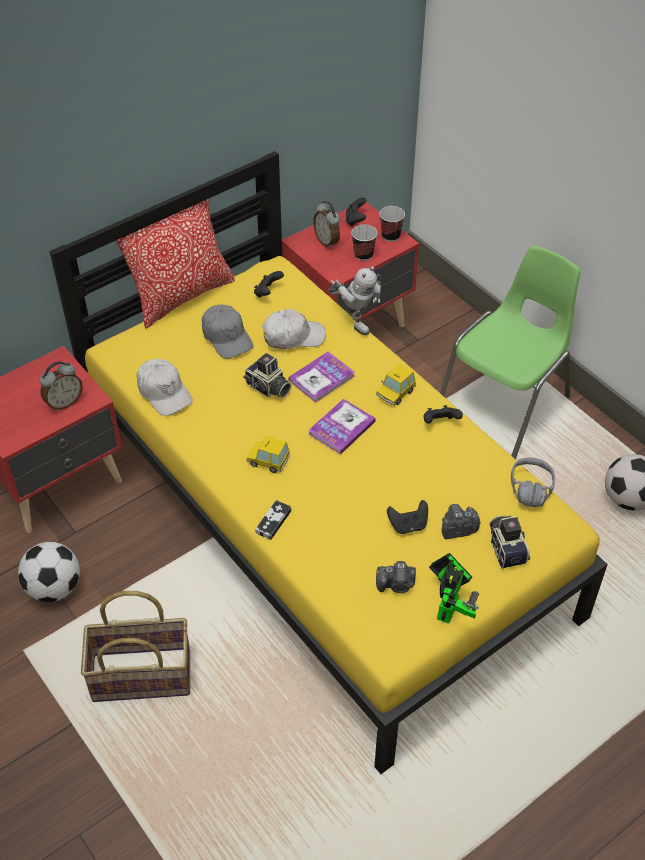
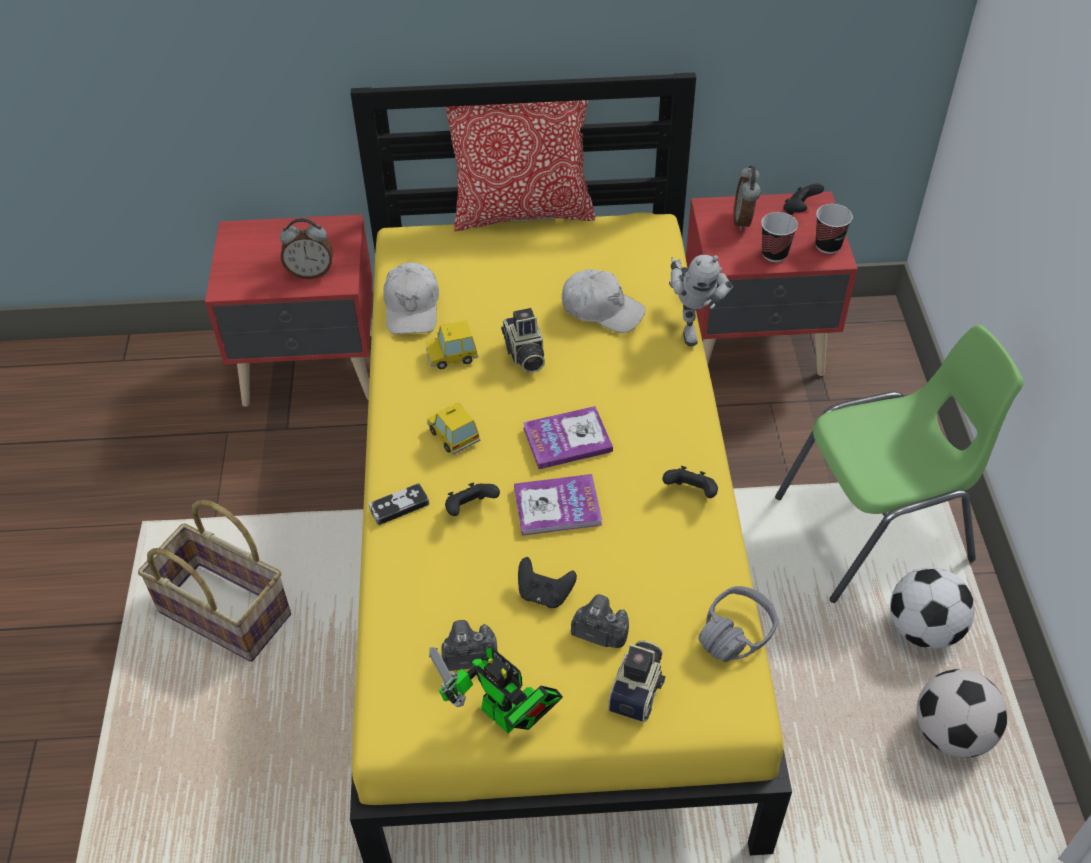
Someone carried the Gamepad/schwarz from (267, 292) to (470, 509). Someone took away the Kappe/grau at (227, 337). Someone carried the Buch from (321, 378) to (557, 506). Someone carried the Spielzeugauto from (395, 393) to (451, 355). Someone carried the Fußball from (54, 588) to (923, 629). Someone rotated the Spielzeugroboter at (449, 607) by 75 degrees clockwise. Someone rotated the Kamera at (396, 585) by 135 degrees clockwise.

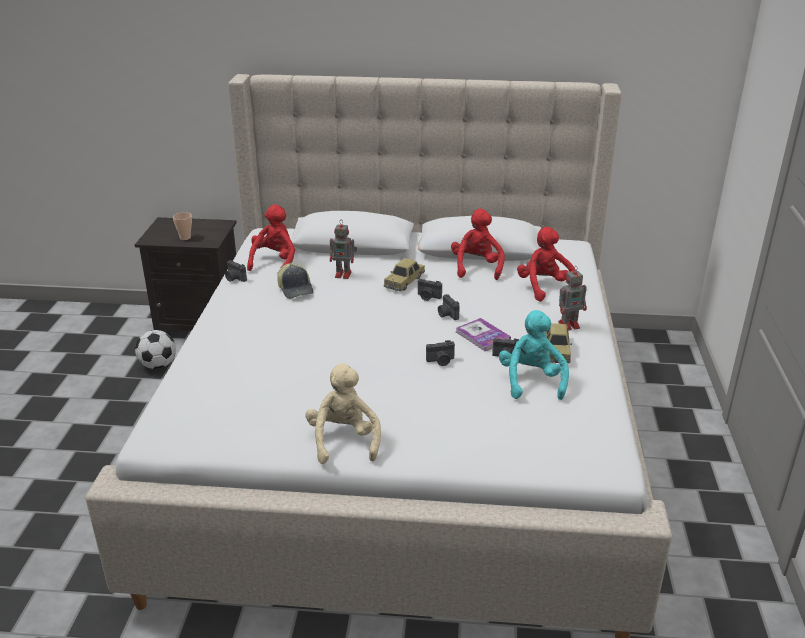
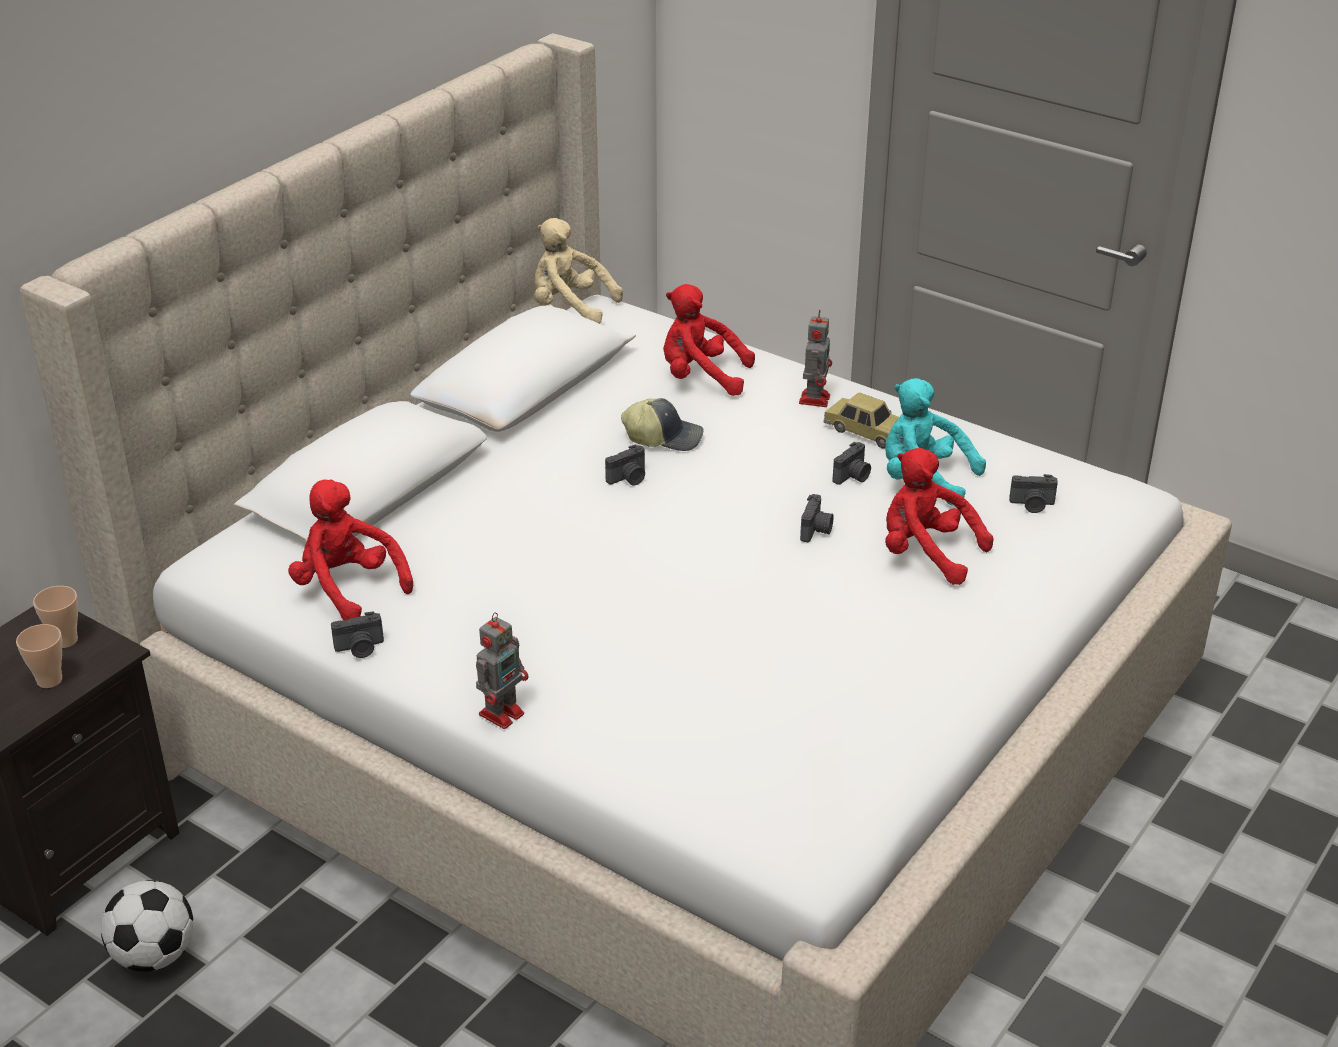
Someone carried the Plüschtier/rot from (476, 267) to (926, 553). Someone carried the Spielzeugroboter from (344, 274) to (503, 712). Someone took away the Spielzeugauto at (404, 281). Someone carried the Kappe from (296, 289) to (664, 437). Someone carried the Kamera from (447, 315) to (1032, 505). Someone took away the Buch at (482, 336). Someone carried the Plüschtier/beige from (344, 440) to (570, 308). Someone put down the Tasse at (65, 640).

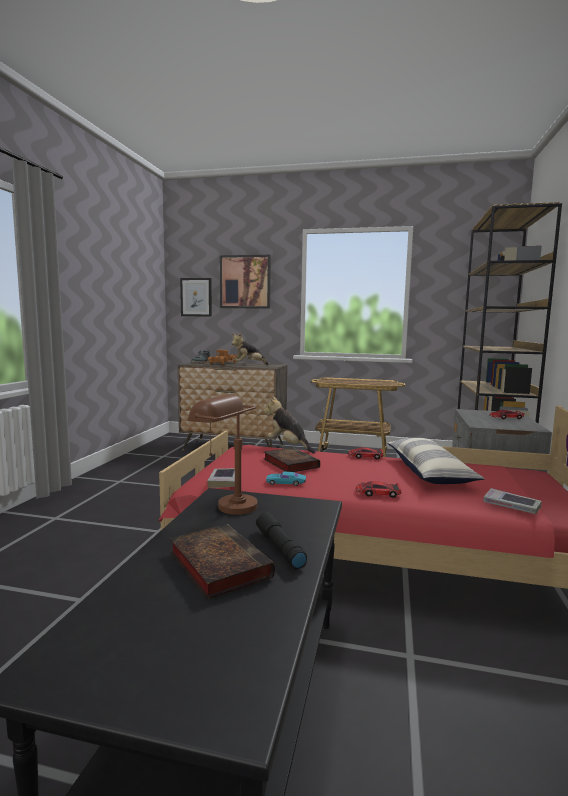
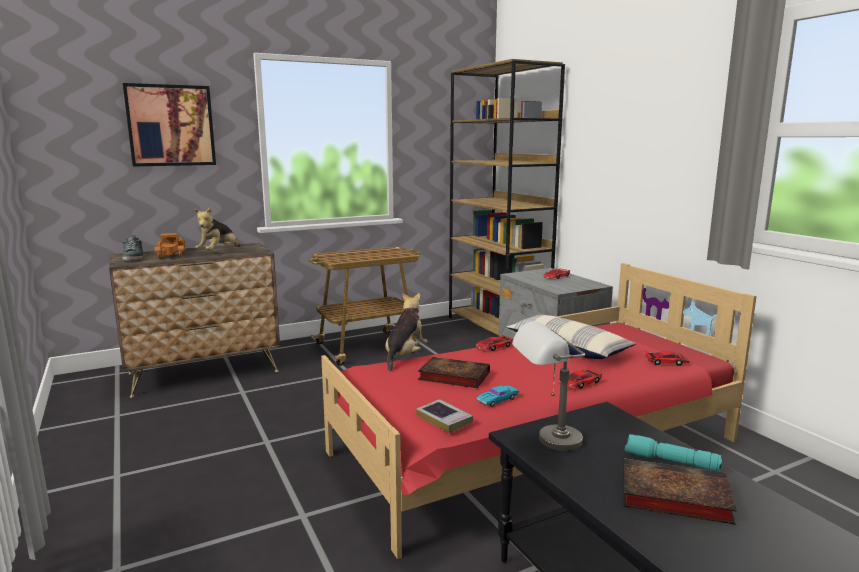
Someone took away the Bild at (196, 297). Someone repainted the Tischlampe/braun at (225, 504), which became the Tischlampe/grau at (547, 442). Someone rotated the Plüschtier at (288, 446) by 105 degrees clockwise. Someone swapped the Buch at (511, 506) for the Spielzeugauto at (666, 362). Someone repainted the Taschenlampe/schwarz at (279, 548), which became the Taschenlampe/türkis at (670, 462).

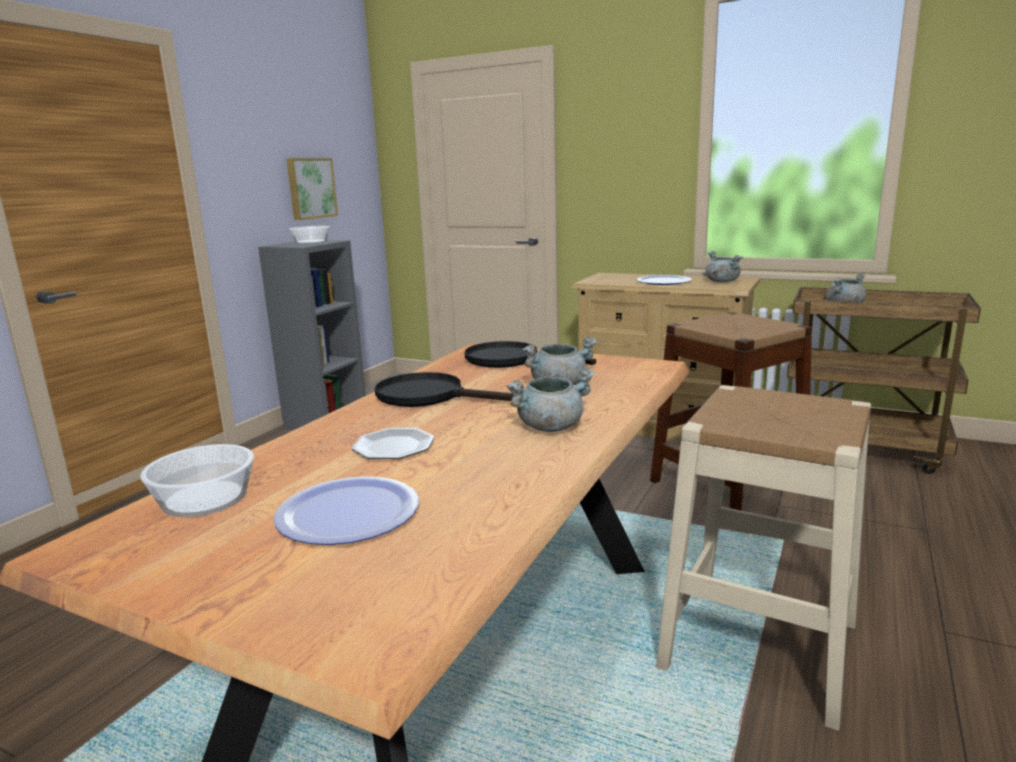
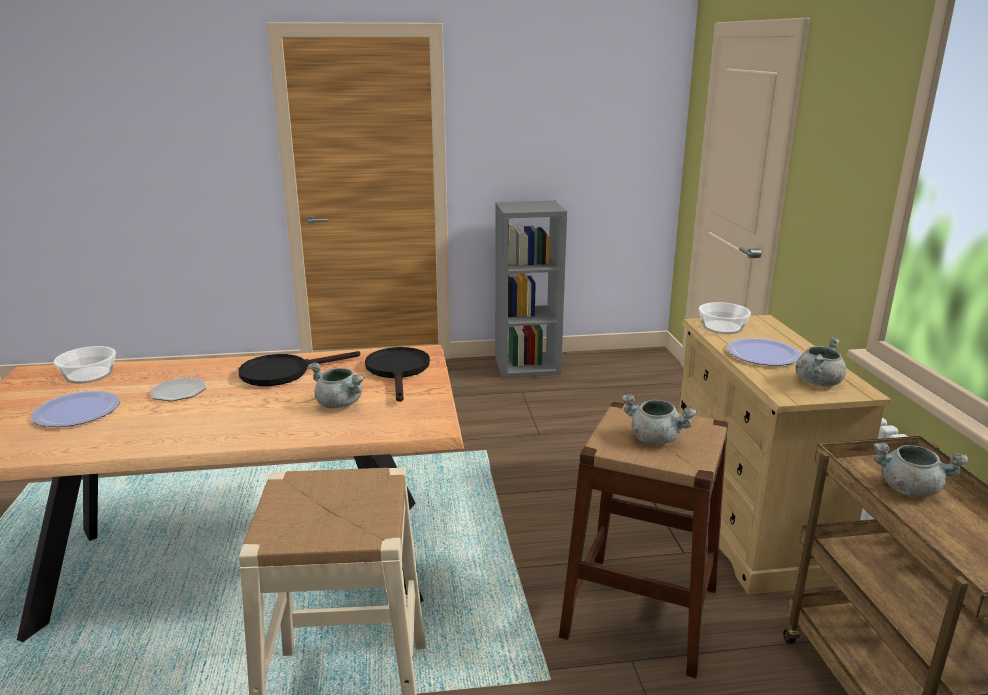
Someone took away the Bild at (310, 188). Someone carried the Schüssel from (311, 242) to (722, 327). Someone carried the Kochtopf/grau from (550, 426) to (655, 439). Someone rotated the Pfanne/schwarz at (431, 396) by 105 degrees counterclockwise.

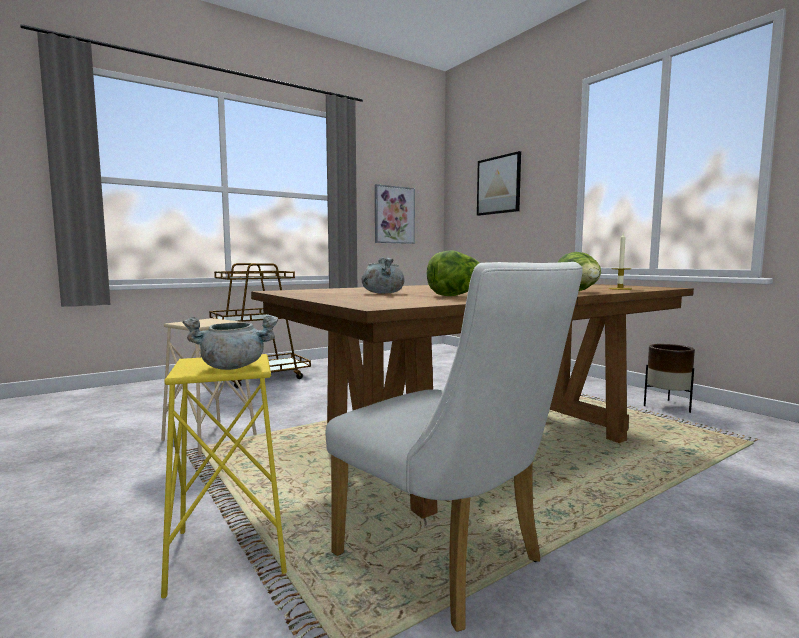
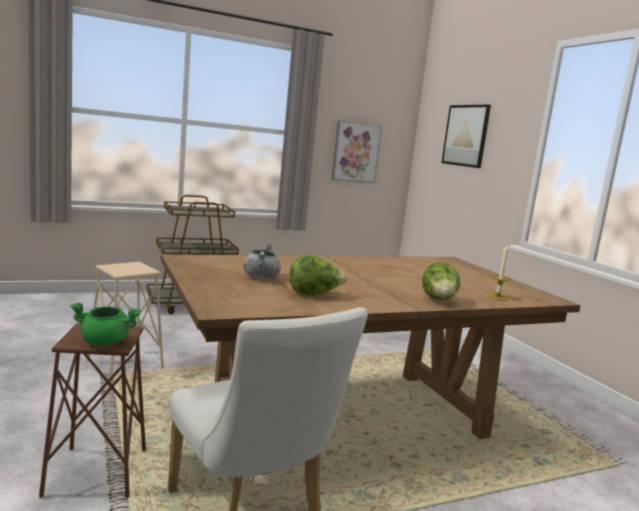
Someone repainted the Kochtopf/grau at (233, 367), which became the Kochtopf/grün at (105, 342). Someone took away the Pflanzkübel/braun at (666, 406). Someone repainted the Hocker/gelb at (228, 552), which became the Hocker/braun at (96, 472).

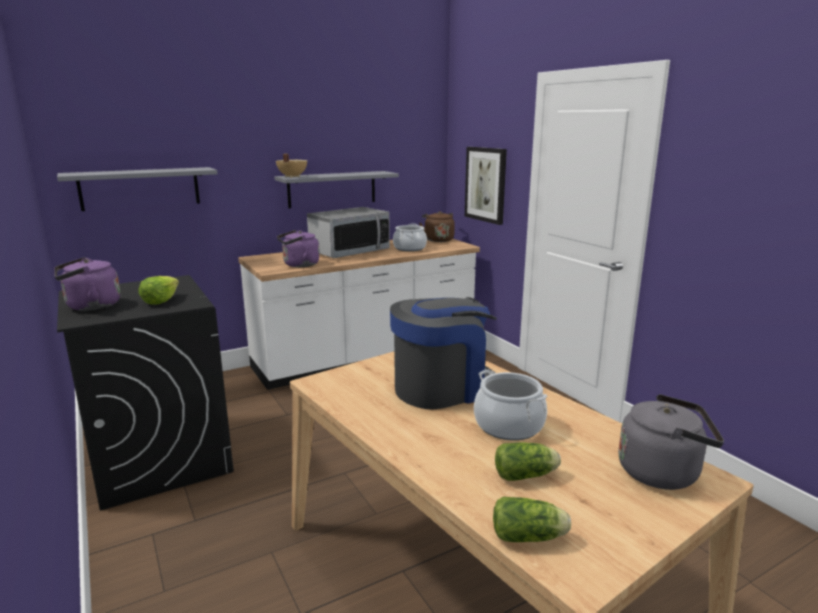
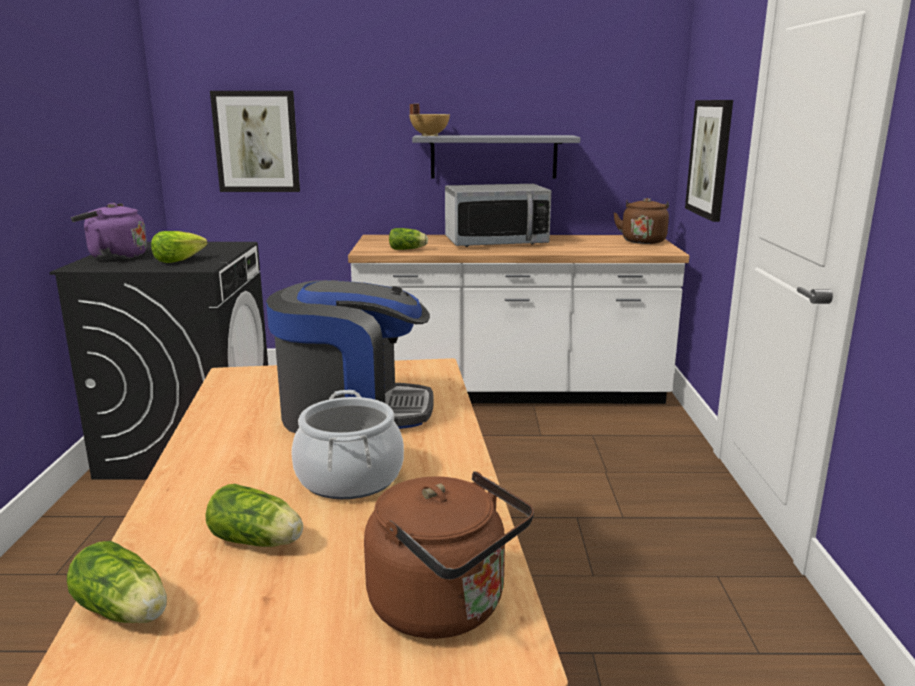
Someone swapped the Wandregal/grau at (140, 188) for the Bild at (256, 142). Someone took away the Kochtopf at (410, 248). Someone swapped the Wasserkessel/lila at (299, 265) for the Salatkopf at (408, 249). Someone repainted the Wasserkessel/grau at (663, 472), which became the Wasserkessel/braun at (445, 607).

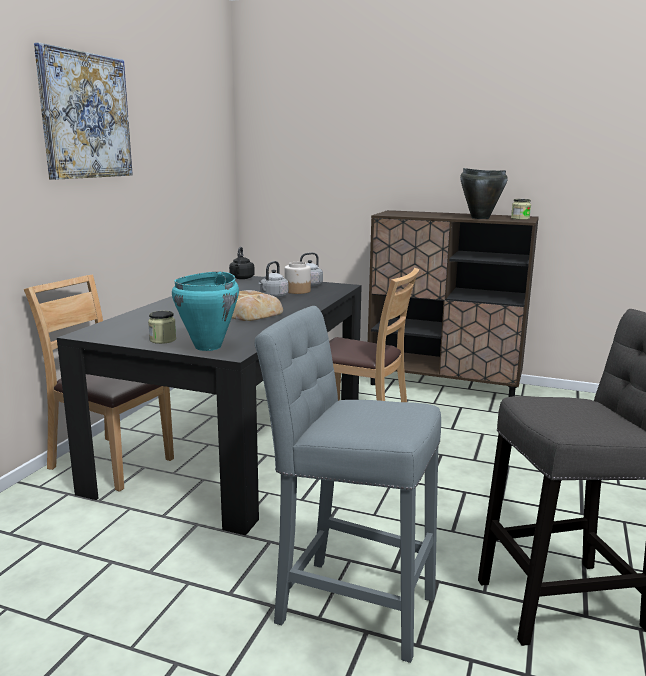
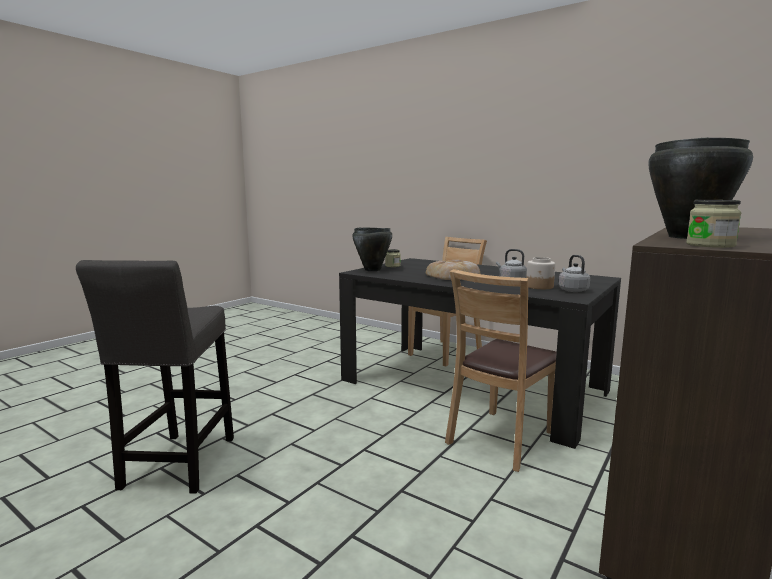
Someone took away the Bild at (85, 116). Someone took away the Wasserkessel/schwarz at (241, 278). Someone repainted the Kochtopf/türkis at (209, 347), which became the Kochtopf/schwarz at (372, 270). Someone took away the Hocker/grau at (348, 605).

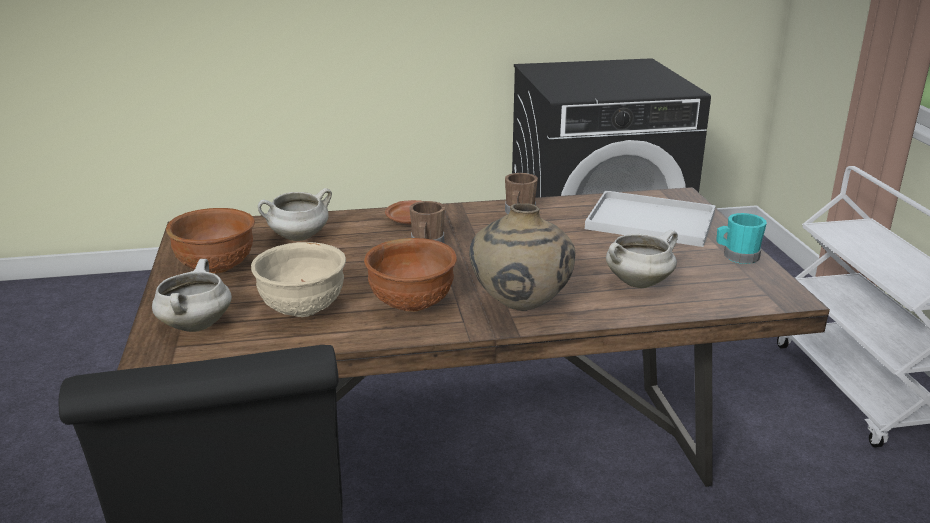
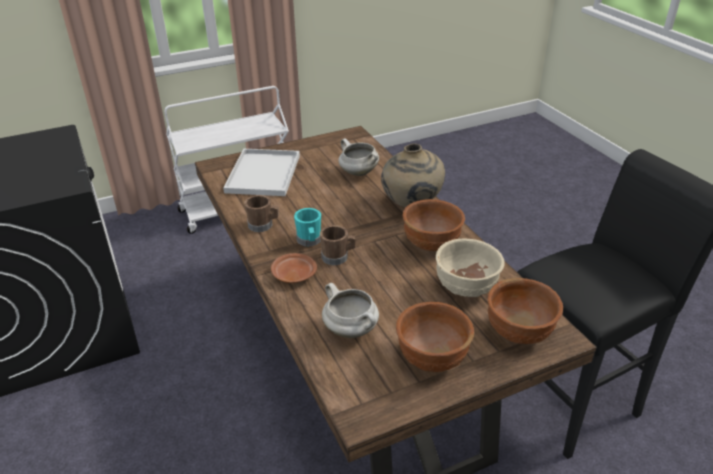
Someone carried the Henkelbecher/türkis from (737, 256) to (309, 241). Someone swapped the Kochtopf/weiß at (195, 325) for the Schüssel/braun at (518, 333).

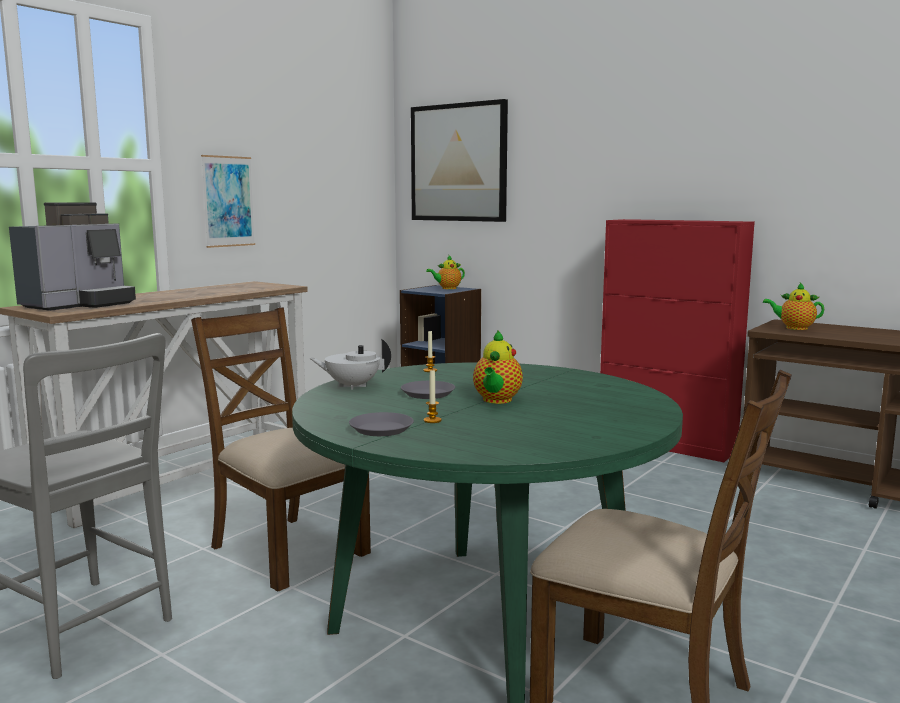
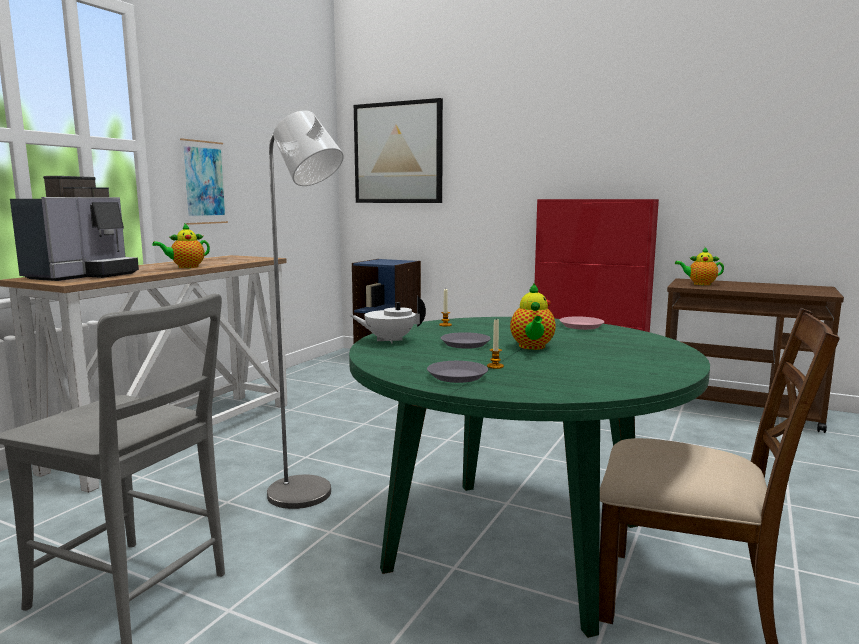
Someone carried the Teekanne from (447, 288) to (186, 267). Someone swapped the Stuhl/braun at (287, 550) for the Stehlampe/grau at (308, 497). Someone put down the Teller/rosa at (581, 326).

